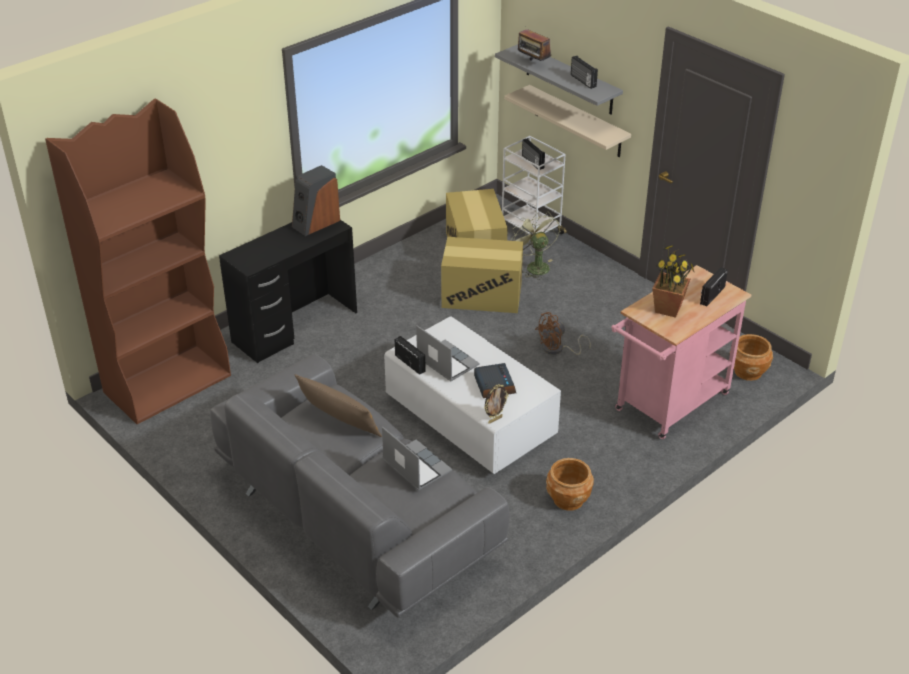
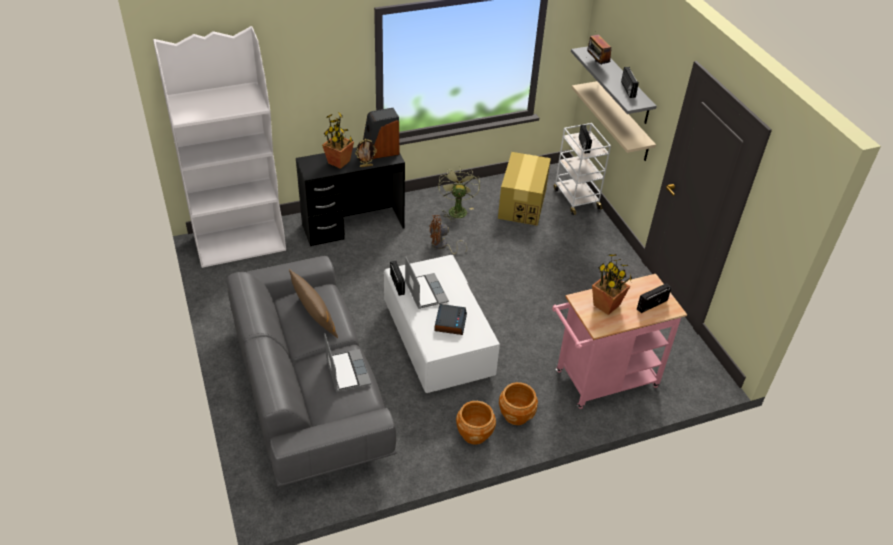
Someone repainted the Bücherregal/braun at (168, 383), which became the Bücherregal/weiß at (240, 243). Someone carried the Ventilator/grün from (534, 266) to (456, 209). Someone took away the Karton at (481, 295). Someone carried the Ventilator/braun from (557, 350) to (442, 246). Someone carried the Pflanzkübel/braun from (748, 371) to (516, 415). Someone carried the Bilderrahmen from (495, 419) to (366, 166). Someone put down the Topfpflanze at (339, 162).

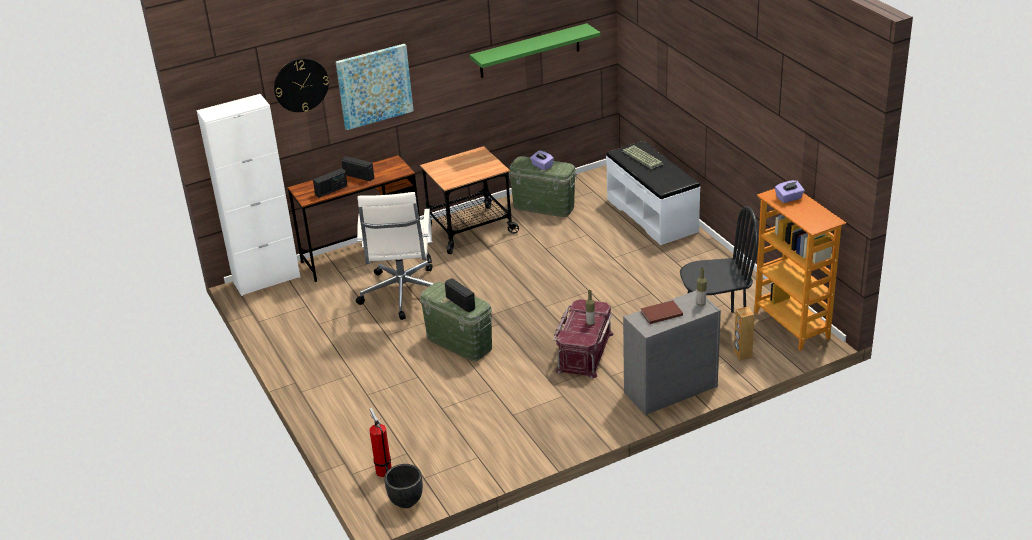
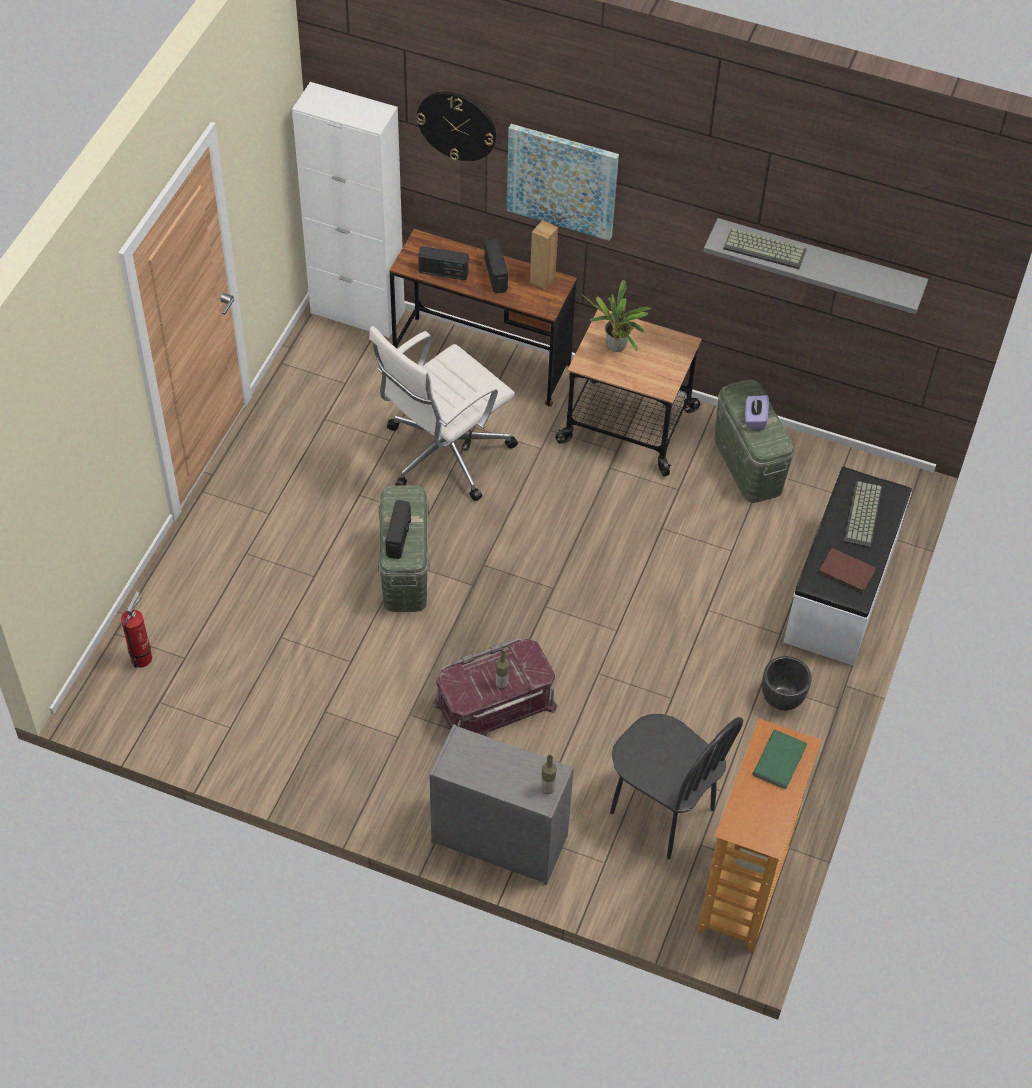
Someone repainted the Wandregal/grün at (529, 51), which became the Wandregal/grau at (818, 263). Someone swapped the Taschentuchbox/lila at (789, 198) for the Buch/grün at (781, 760). Someone carried the Buch/braun from (660, 313) to (846, 570). Someone carried the Lautsprecher/braun from (742, 354) to (542, 279). Someone carried the Pflanzkübel/schwarz from (406, 501) to (782, 699). Someone put down the Tastatur at (766, 249). Someone put down the Topfpflanze at (616, 348).

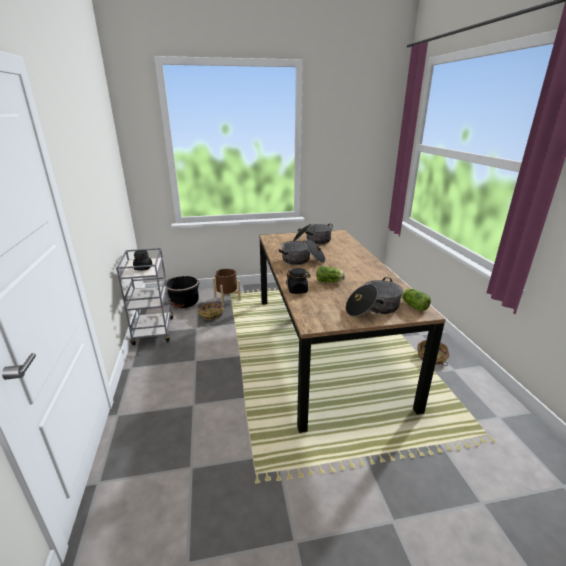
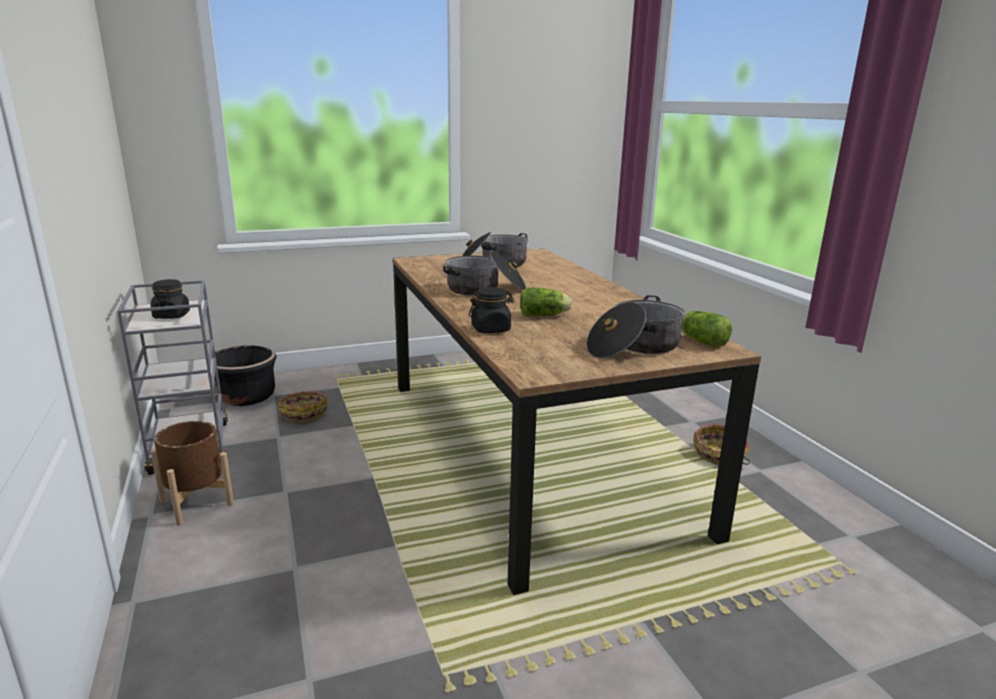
Someone carried the Pflanzkübel/braun from (227, 299) to (196, 503).

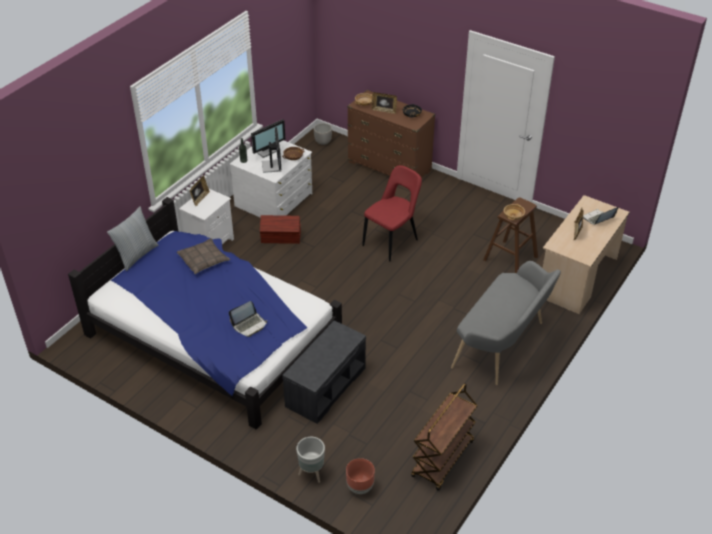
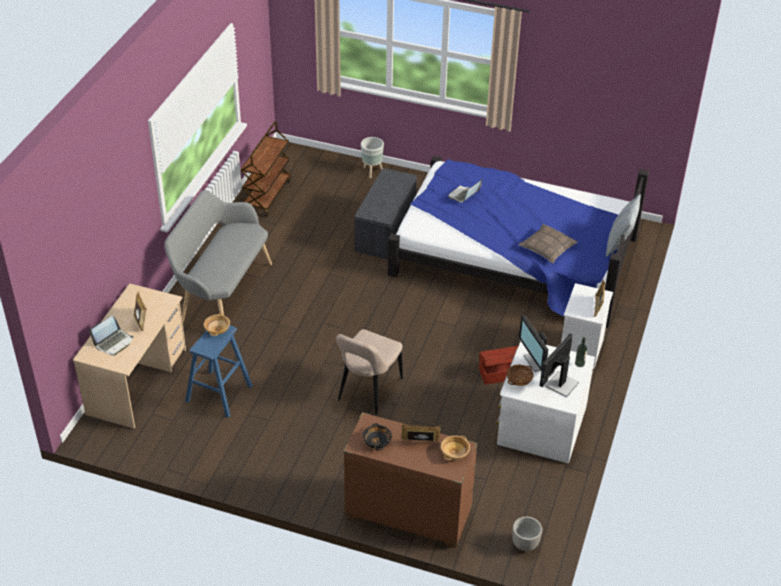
Someone repainted the Stuhl/rot at (392, 241), which became the Stuhl/beige at (368, 391). Someone repainted the Hocker/braun at (510, 258), which became the Hocker/blau at (219, 393). Someone took away the Pflanzkübel/braun at (360, 487).

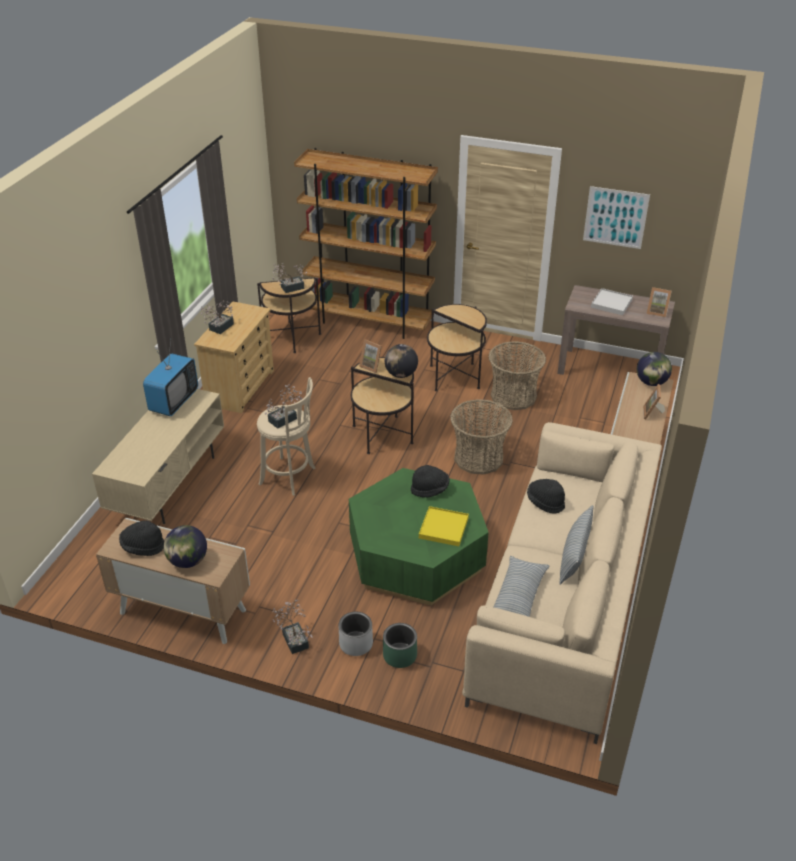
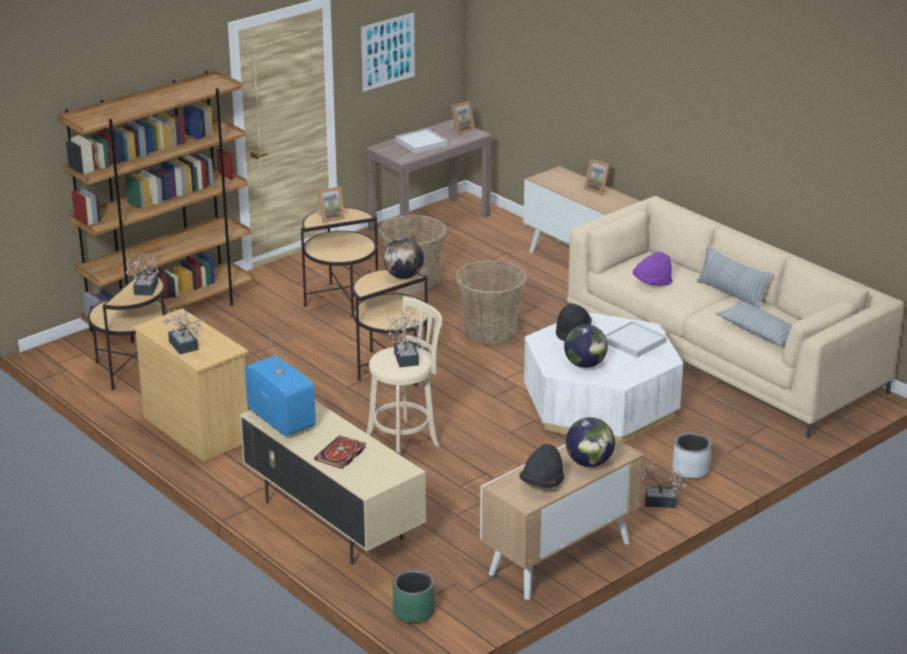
Someone carried the Bilderrahmen from (372, 366) to (330, 218). Someone carried the Globus from (651, 382) to (585, 365). Someone repainted the Couchtisch/grün at (416, 556), which became the Couchtisch/weiß at (600, 404). Someone repainted the Hut/schwarz at (545, 502), which became the Hut/lila at (652, 283). Someone repainted the Tablett/gelb at (443, 528), which became the Tablett/weiß at (634, 342). Someone carried the Pflanzkübel/grün from (400, 655) to (413, 611). Someone put down the Buch at (340, 455).

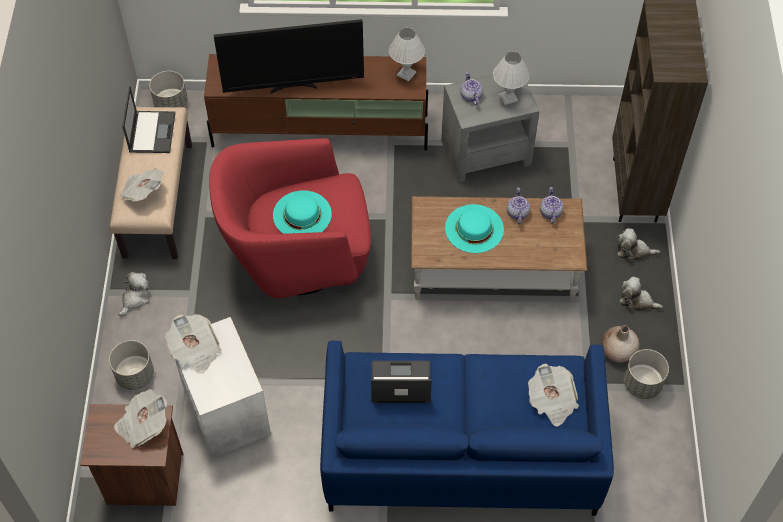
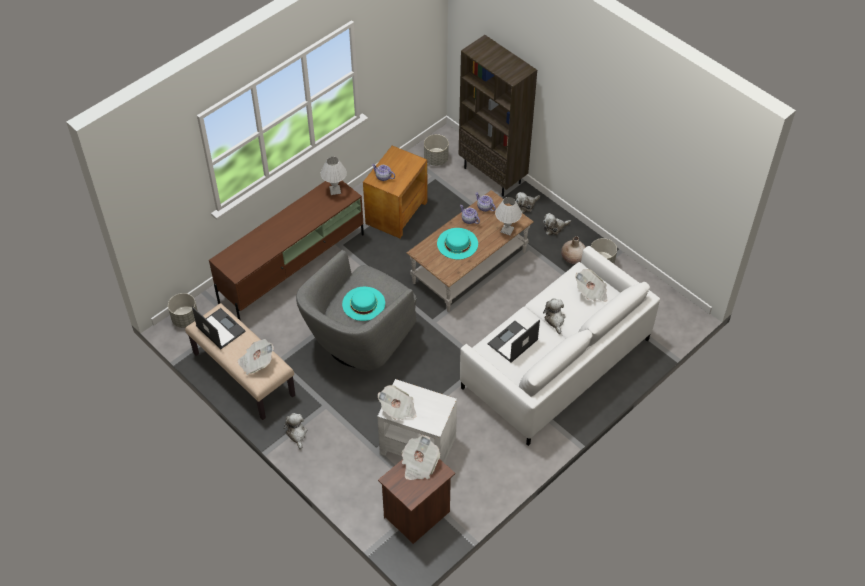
Someone took away the Fernseher at (293, 86). Someone carried the Tischlampe/weiß from (508, 97) to (506, 230). Someone repainted the Beistelltisch/grau at (485, 152), which became the Beistelltisch/braun at (396, 212). Someone repainted the Sessel/rot at (296, 255), which became the Sessel/grau at (359, 340). Someone carried the Pflanzkübel/grau from (135, 375) to (436, 159). Someone repainted the Sofa/blau at (461, 449), which became the Sofa/weiß at (555, 363). Someone put down the Plüschtier at (555, 320).

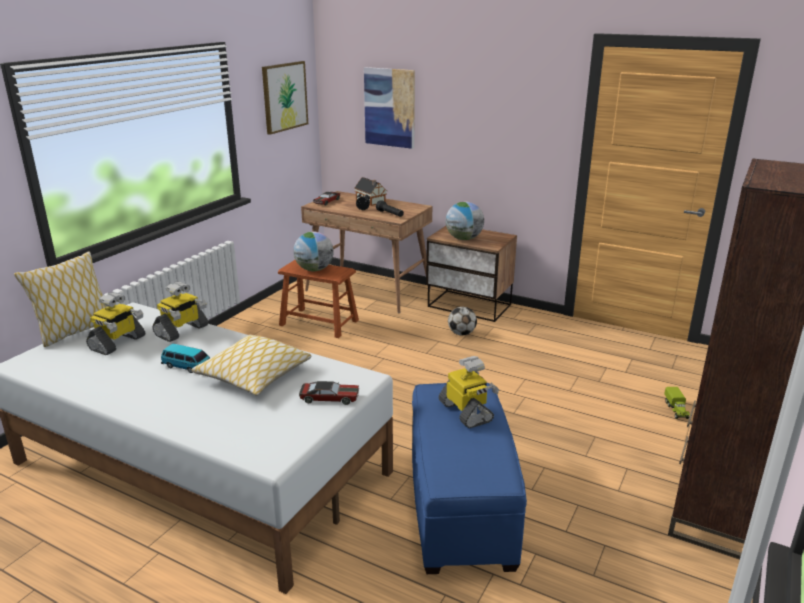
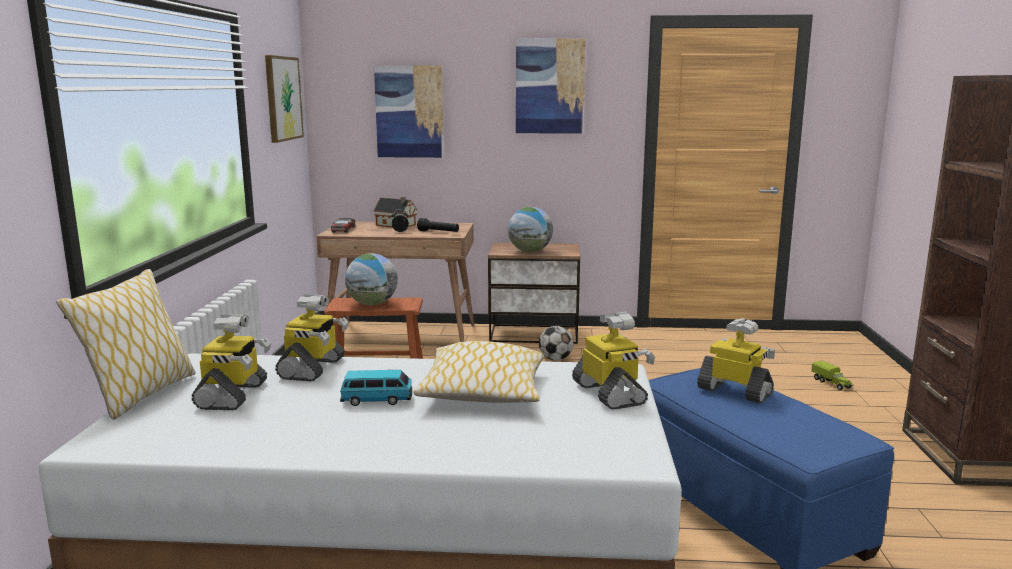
Someone swapped the Spielzeugauto at (330, 398) for the Spielzeugroboter at (610, 394). Someone put up the Bild at (550, 86).

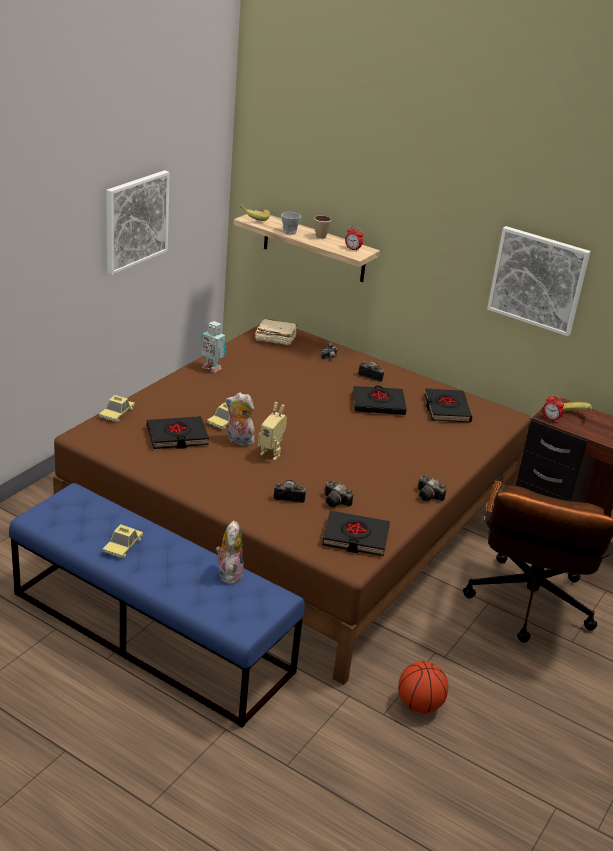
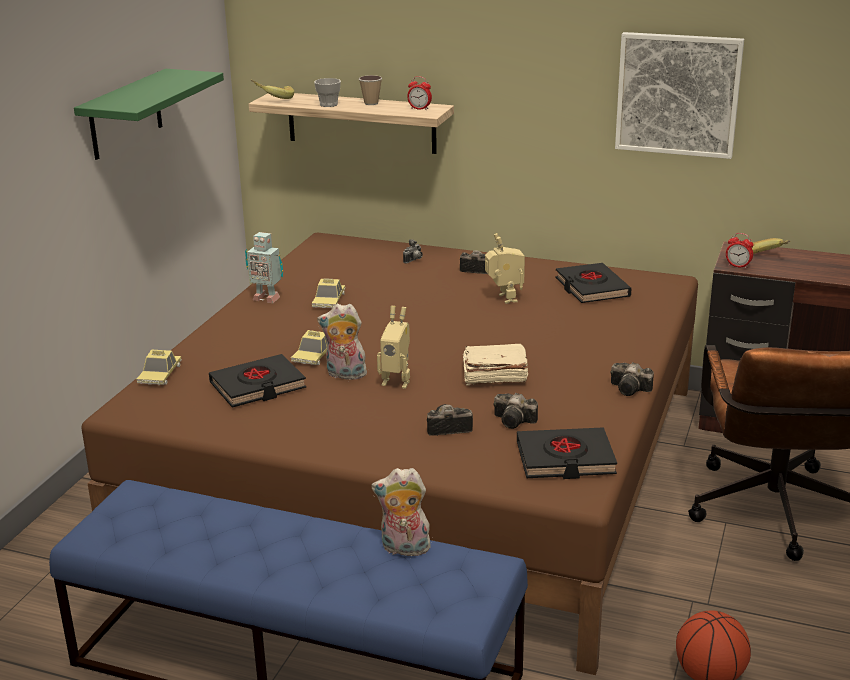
Someone swapped the Bild at (136, 221) for the Wandregal/grün at (125, 114). Someone carried the Buch/beige from (275, 339) to (493, 376). Someone swapped the Buch/schwarz at (378, 404) for the Spielzeugroboter at (504, 299). Someone rotated the Plüschtier at (228, 573) by 75 degrees counterclockwise. Someone carried the Spielzeugauto from (123, 545) to (328, 300).

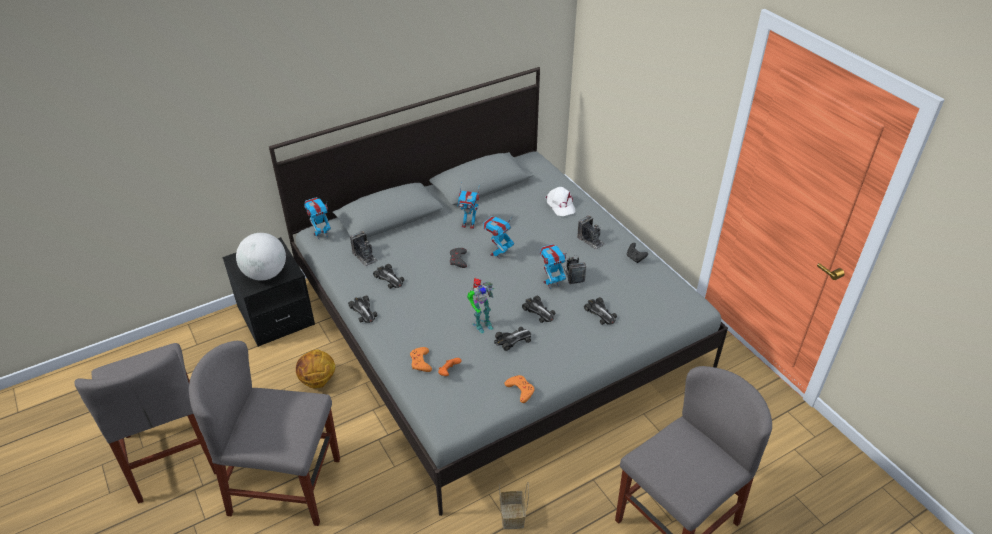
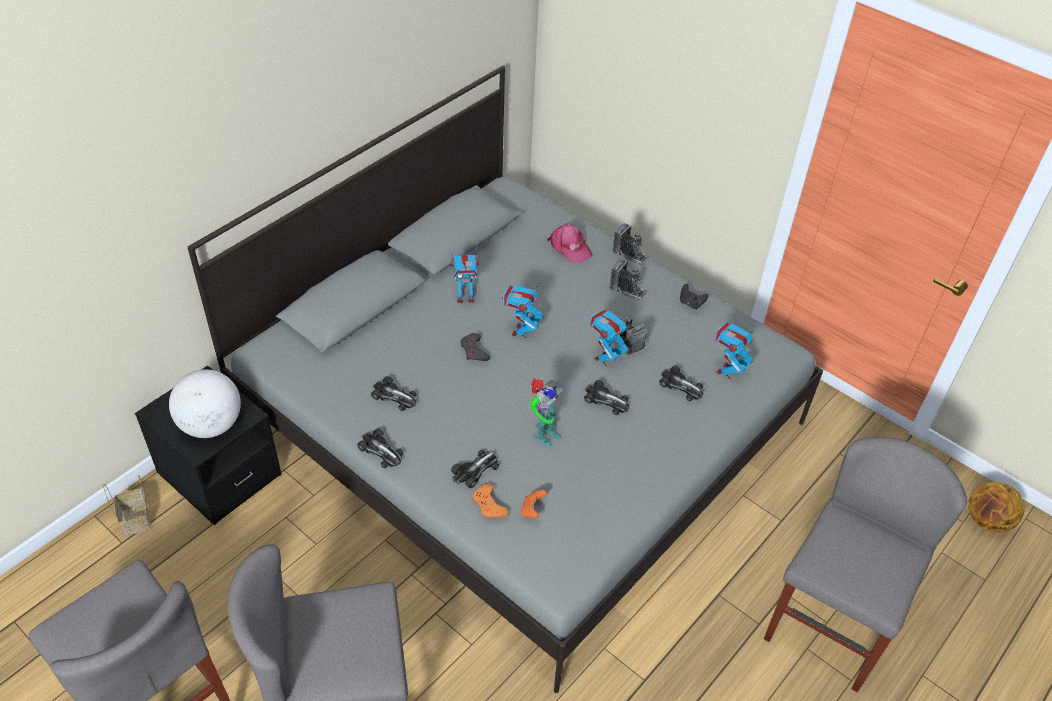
Someone repainted the Kappe/weiß at (560, 205), which became the Kappe/rosa at (570, 247). Someone carried the Spielzeugroboter from (321, 235) to (727, 371). Someone carried the Kamera from (365, 256) to (630, 254). Someone carried the Spielzeugauto from (513, 340) to (475, 471). Someone carried the Basketball from (317, 381) to (987, 521). Someone took away the Gamepad/orange at (520, 390). Someone carried the Korb from (513, 517) to (137, 520).

